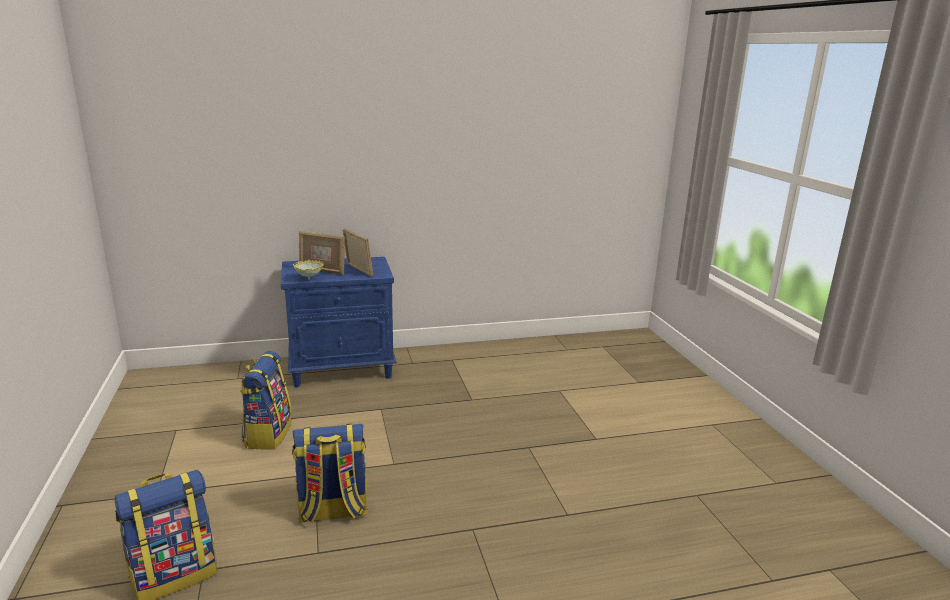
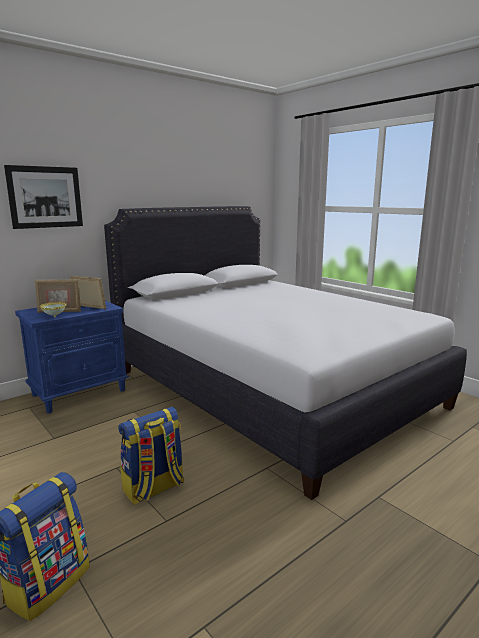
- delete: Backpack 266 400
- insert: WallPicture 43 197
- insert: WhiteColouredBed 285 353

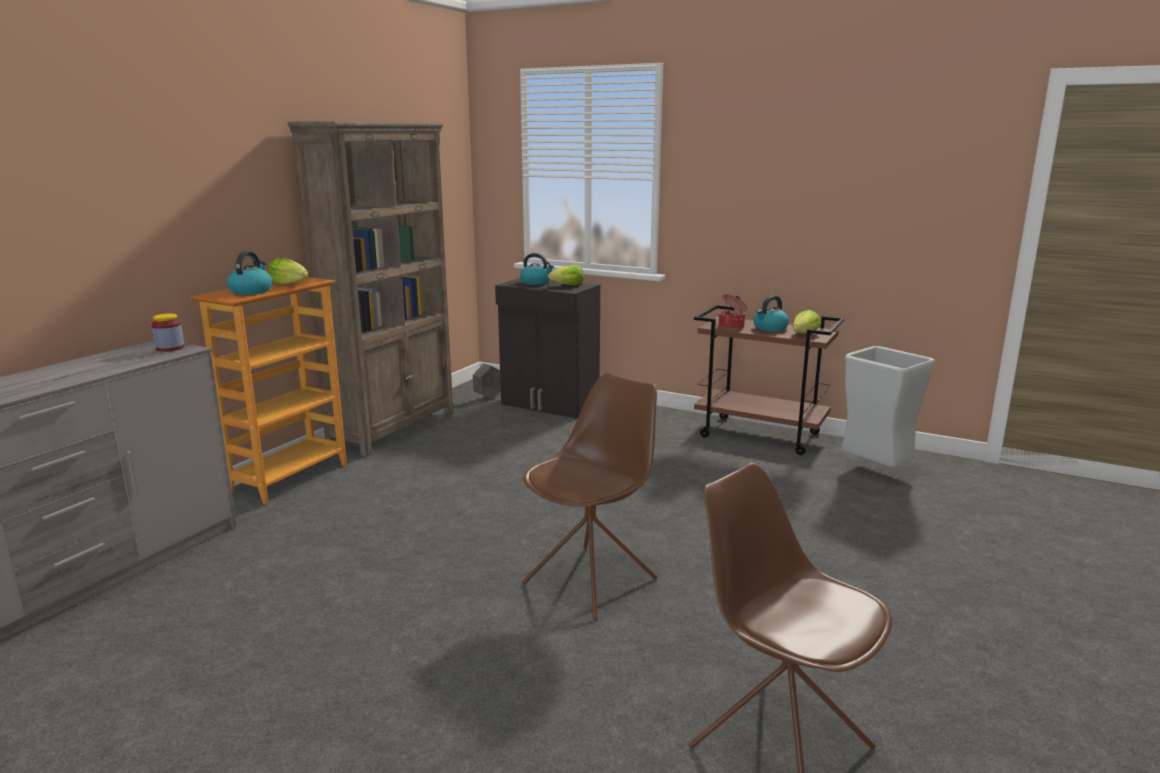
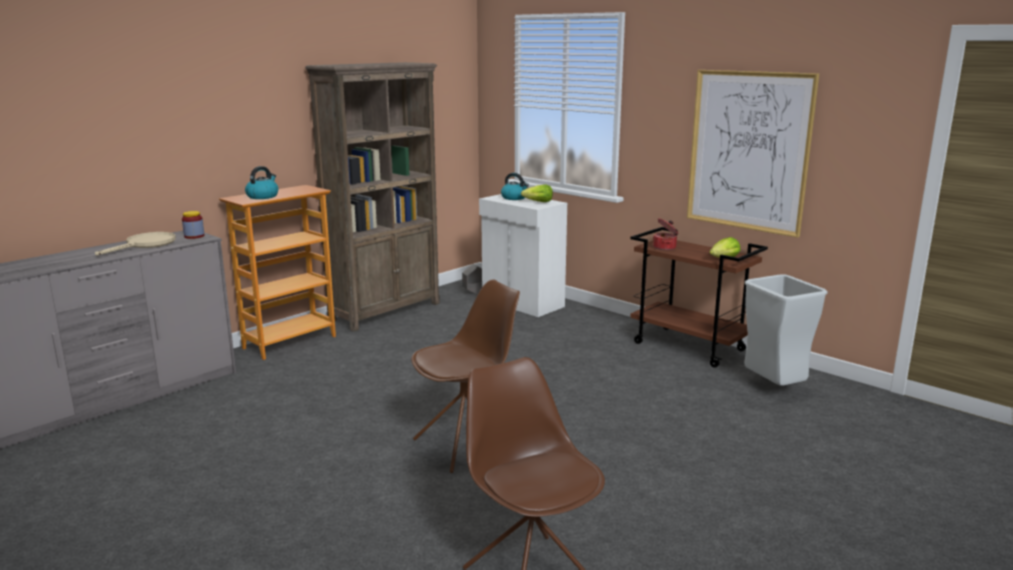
- delete: LettuceHead 288 271
- delete: Kettle 771 313
- insert: BeigePan 135 243
- insert: WallPicture 753 154
- recolor: BlackColouredCupboard 547 348 to WhiteColouredCupboard 523 255

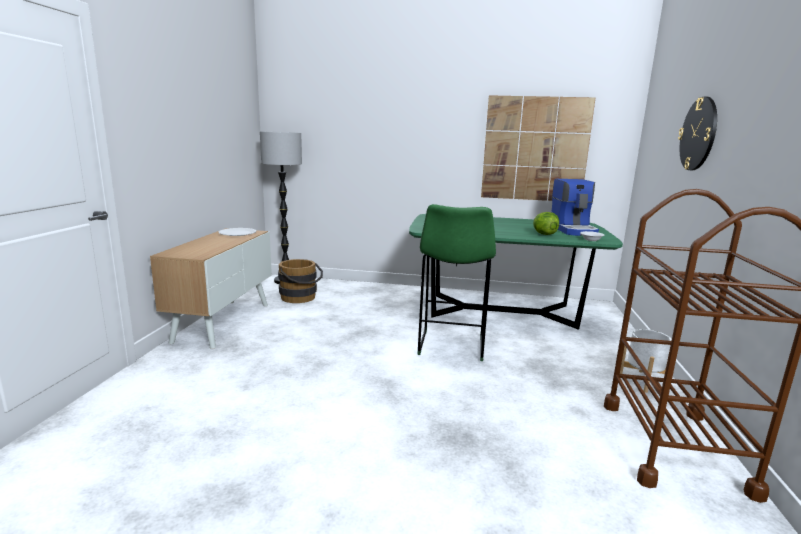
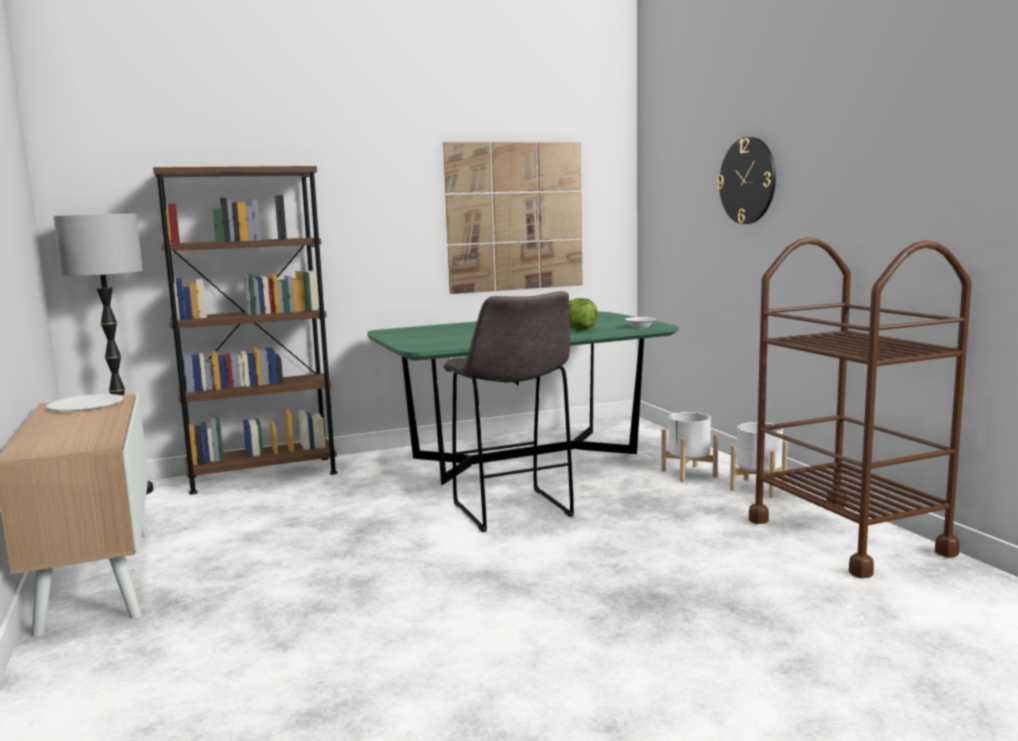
- delete: BrownishBucket 300 281
- delete: CoffeeMaker 575 207
- insert: BrownishBookcase 245 330
- insert: WhiteColouredPlantPot 689 447
- recolor: GreenishSittingStool 456 282 to GreyishSittingStool 508 411

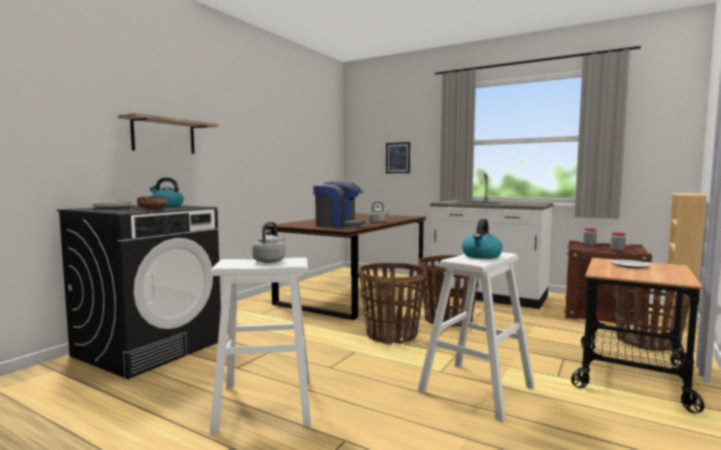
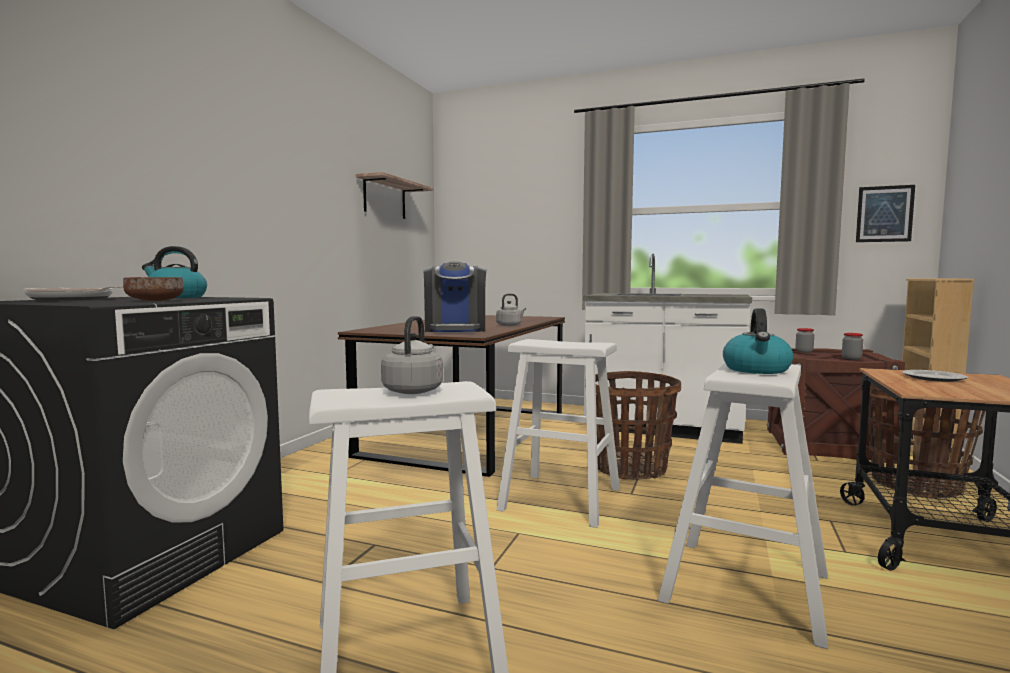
- move: BracketShelf 168 133 to 394 195
- move: WallPicture 398 157 to 885 213
- replace: StorageBasket 392 303 to WhiteColouredSittingStool 558 433
- rotate: CoffeeMaker 339 204 = 455 296 75 degrees clockwise

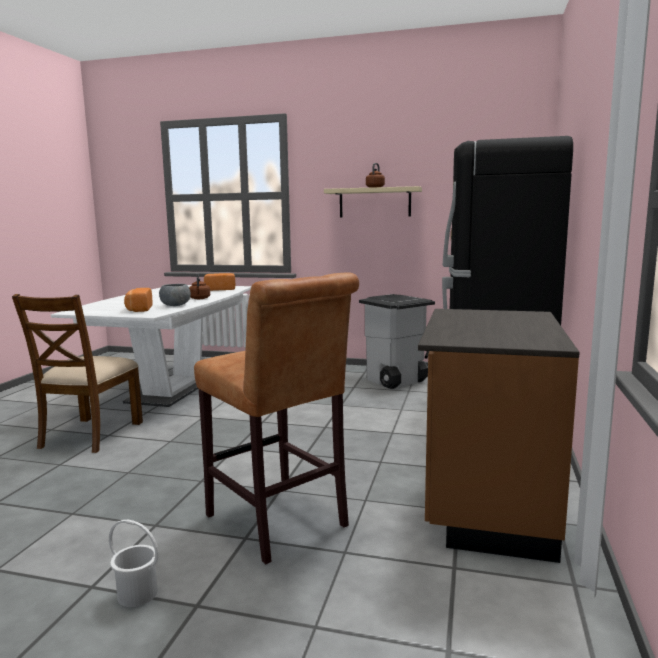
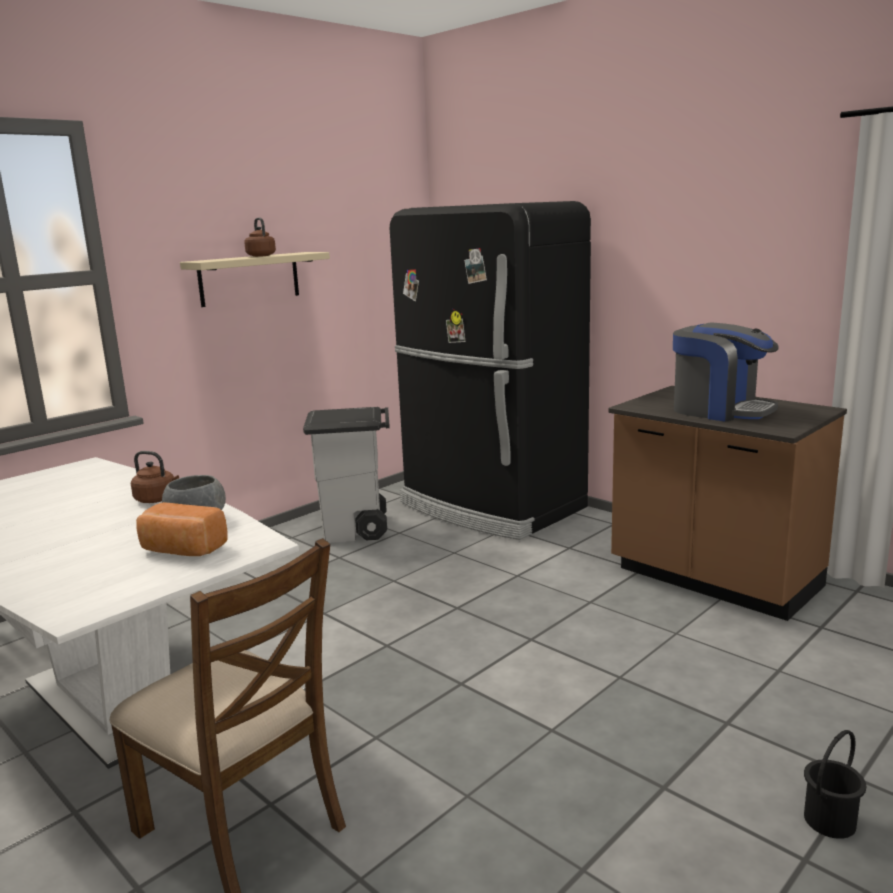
- delete: BrownishSittingStool 276 418
- delete: BakeryBread 219 282
- insert: CoffeeMaker 726 372
- recolor: WhiteColouredBucket 134 563 to BlackColouredBucket 835 784

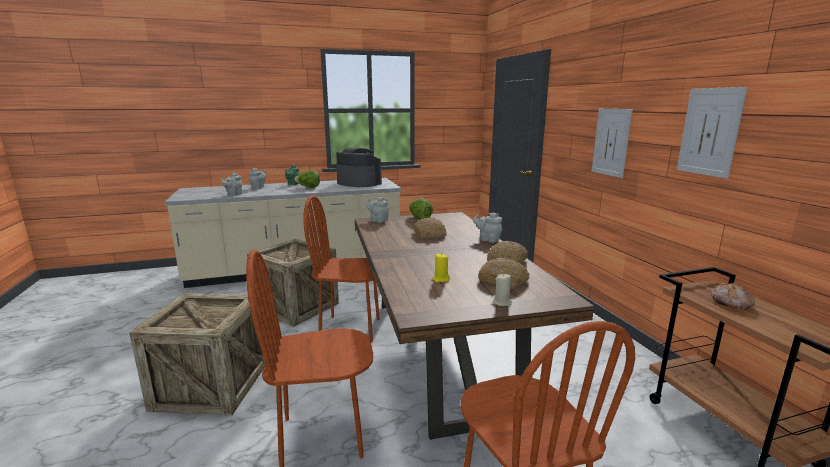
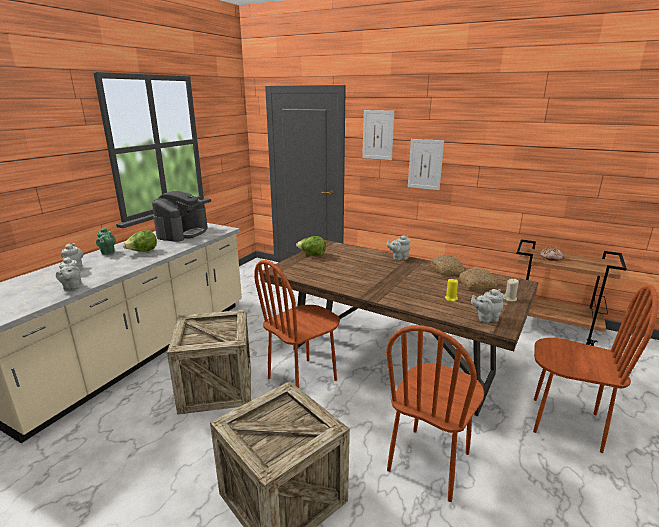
- delete: BakeryBread 430 228
- move: GreyishTeaPot 377 210 to 487 306
- move: WallPicture 712 132 to 378 135
- rotate: CoffeeMaker 359 167 = 180 216 120 degrees clockwise

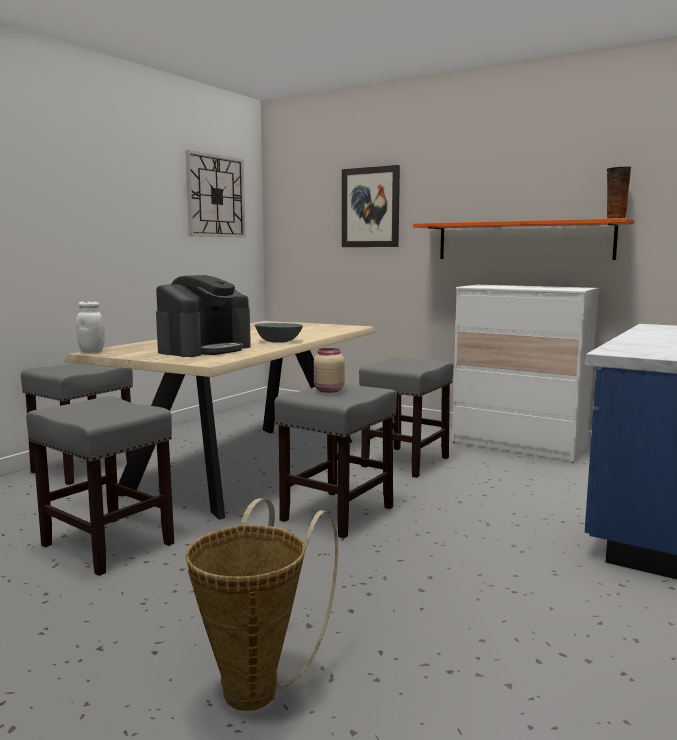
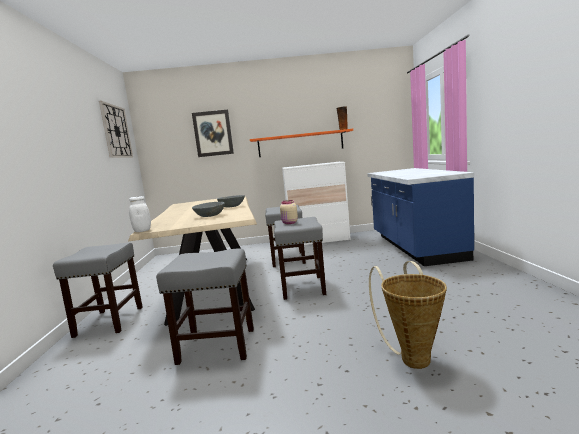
- replace: CoffeeMaker 203 316 to GreyishServingBowl 208 209

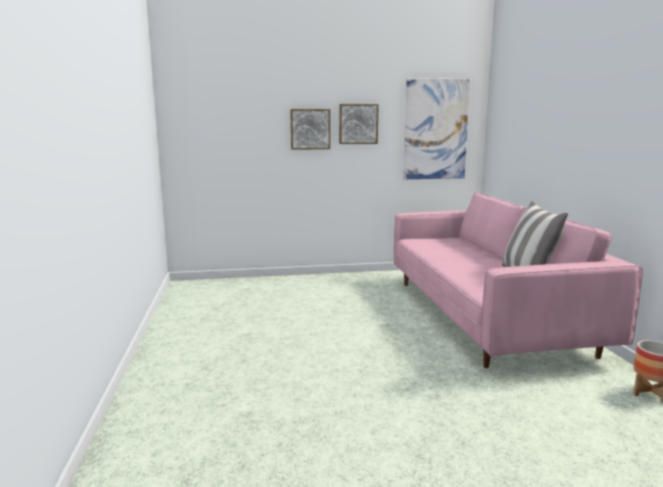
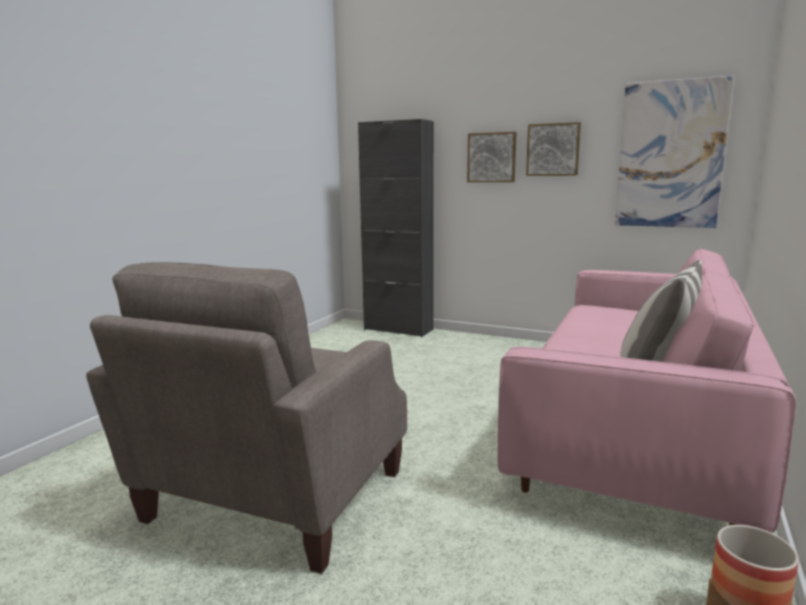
- insert: BeigeEasyChair 246 418
- insert: BlackColouredCupboard 396 228

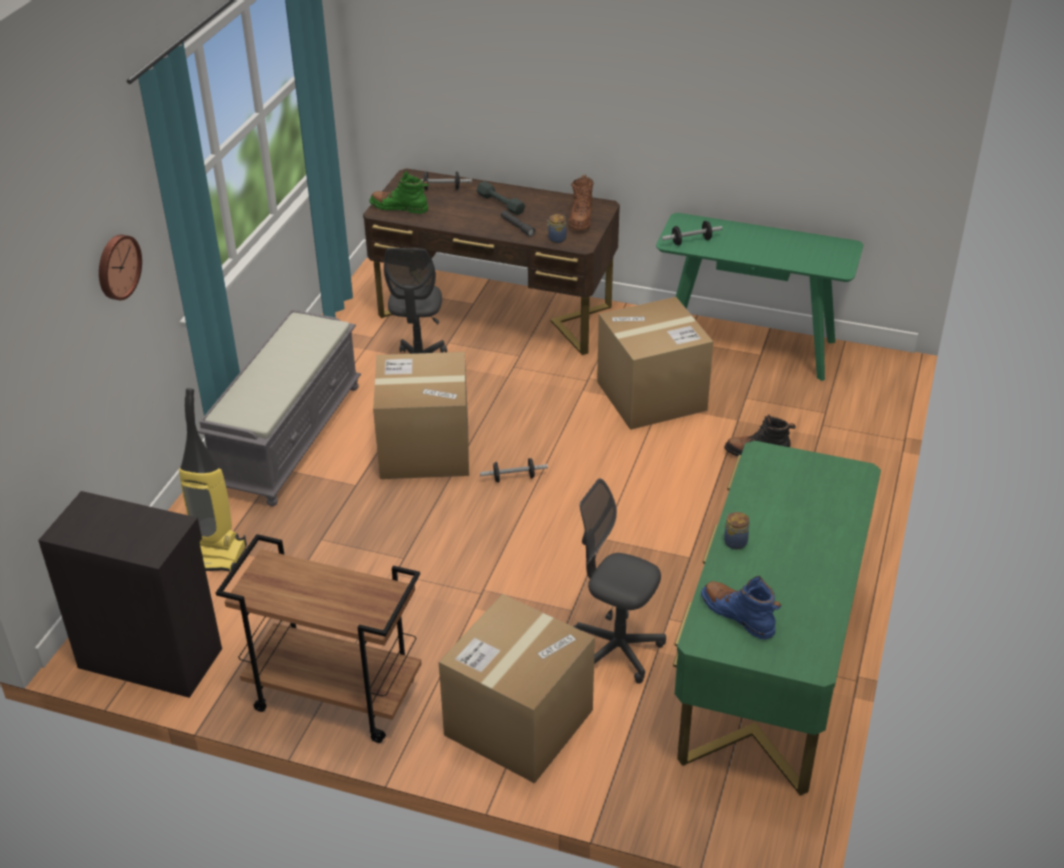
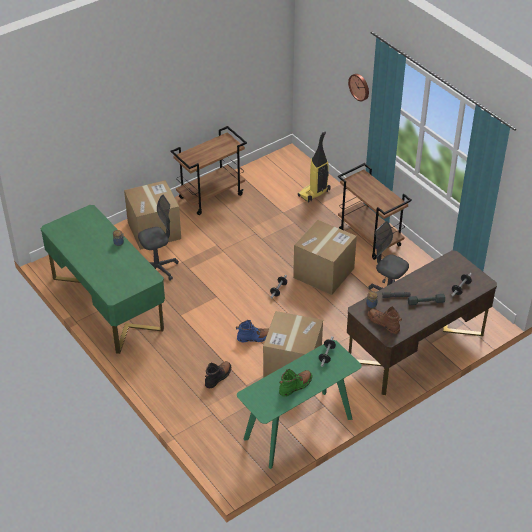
- delete: BlackColouredCupboard 130 594
- move: GreenishBoot 399 192 to 295 383
- move: BluishBoot 741 608 to 252 331
- replace: GreyishBench 279 407 to BrownishTrolley 375 211

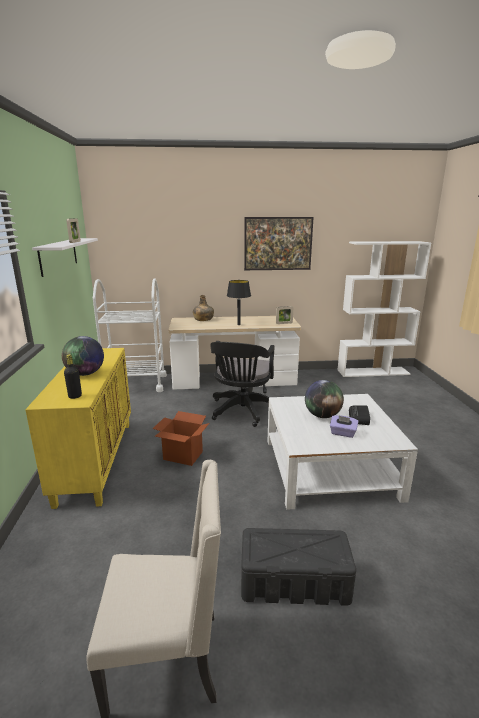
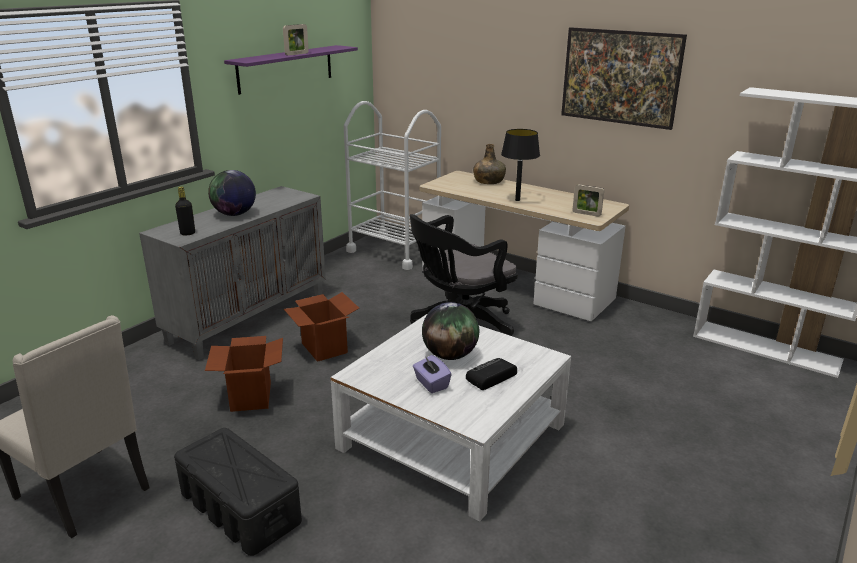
- insert: PackingBox 244 374
- recolor: YellowColouredCupboard 78 428 to GreyishCupboard 232 273
- recolor: WhiteColouredBracketShelf 65 257 to PurpleBracketShelf 291 70

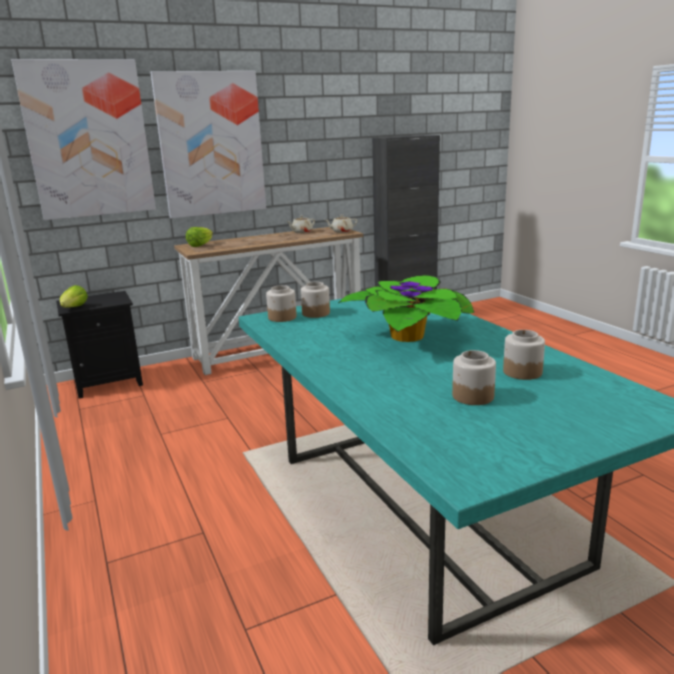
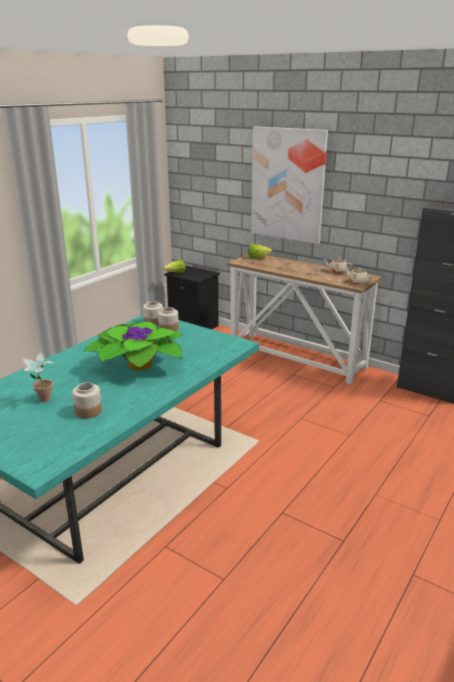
- delete: WallPicture 83 139
- replace: PreserveJar 474 377 to PottedPlant 38 376

